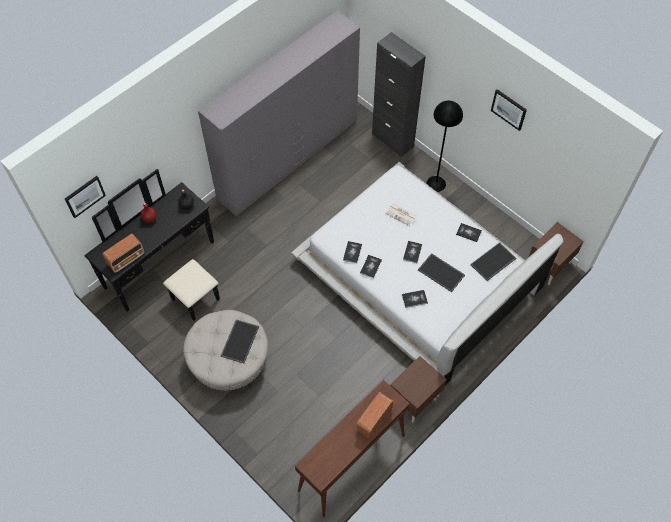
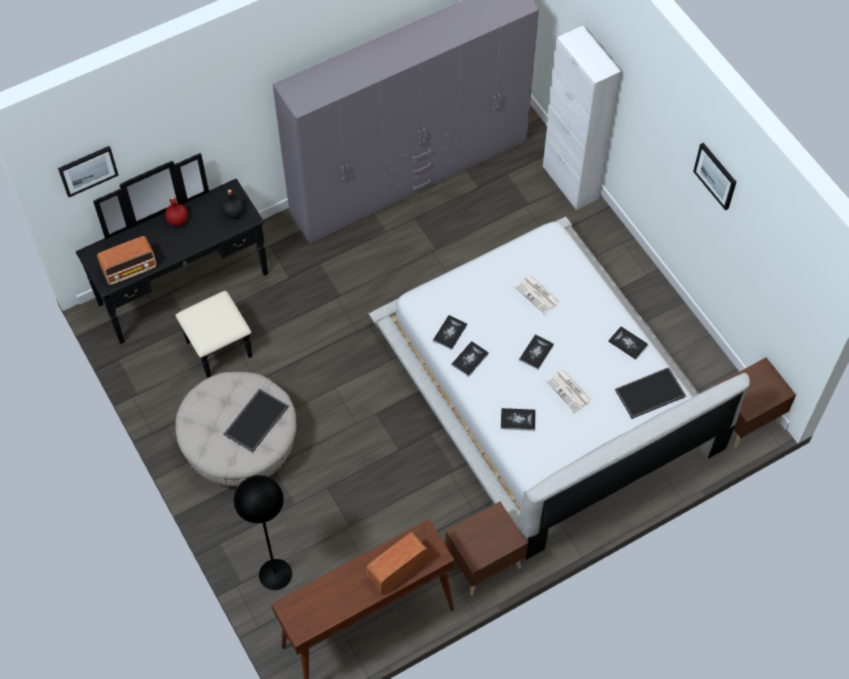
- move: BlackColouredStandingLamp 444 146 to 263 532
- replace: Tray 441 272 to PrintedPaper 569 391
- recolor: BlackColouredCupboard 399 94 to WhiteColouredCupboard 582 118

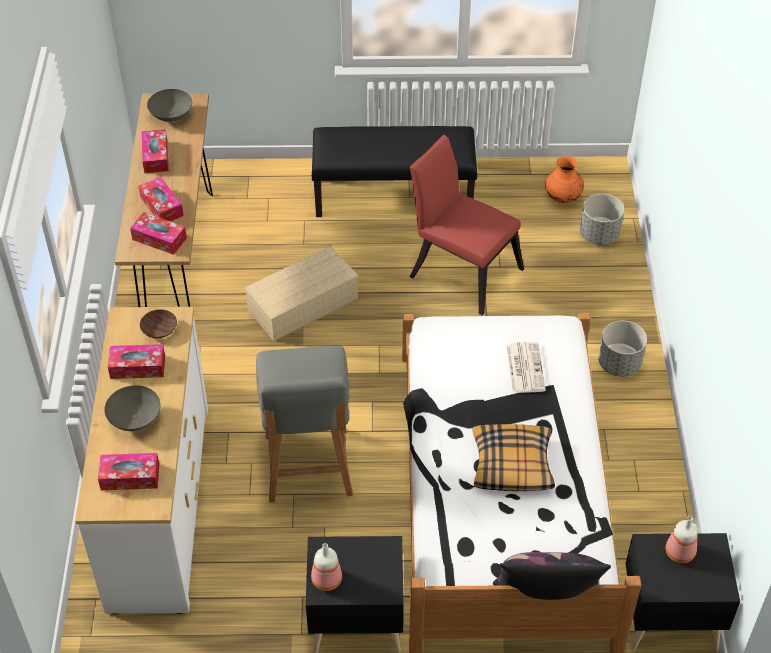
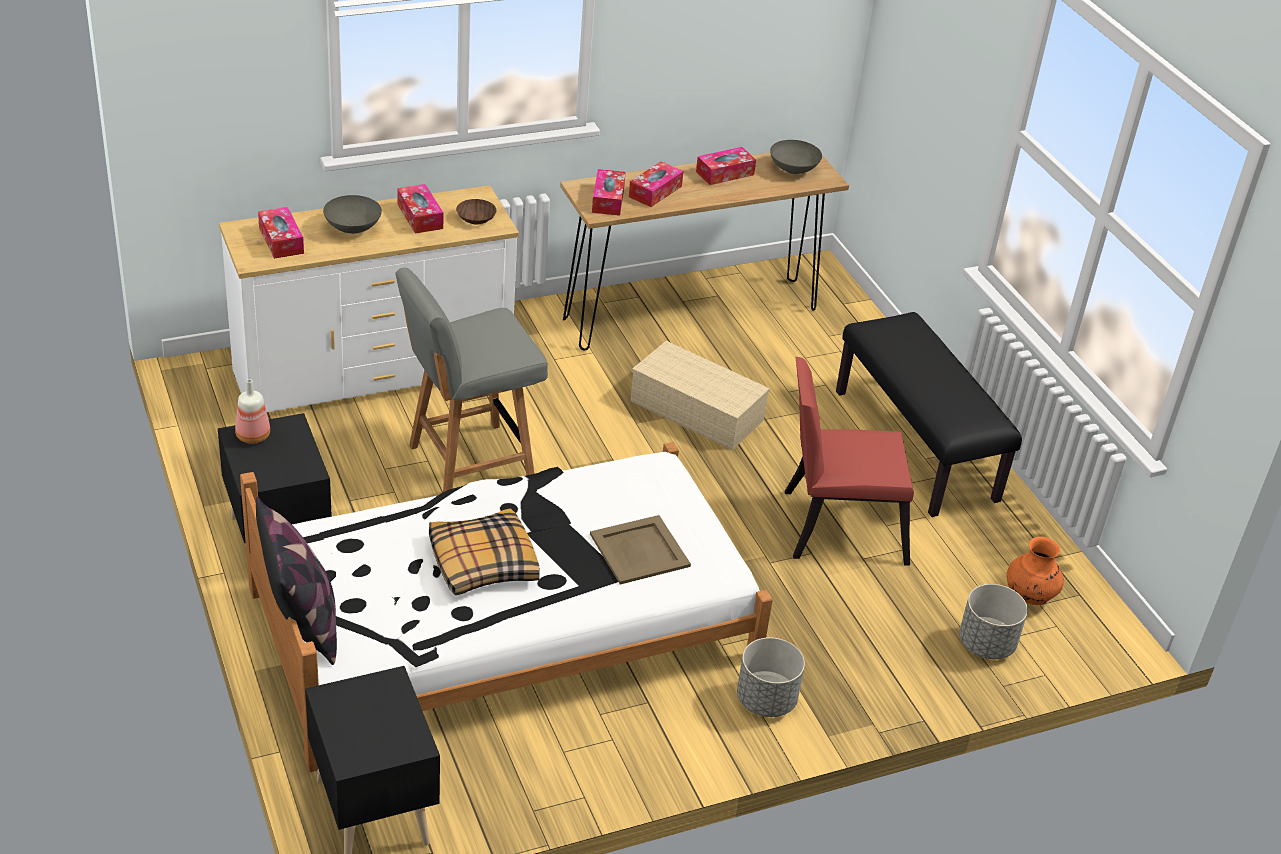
- delete: Bottle 682 539
- replace: PrintedPaper 526 367 to BeigeTray 640 549
- rotate: RedChair 466 225 = 849 461 105 degrees counterclockwise

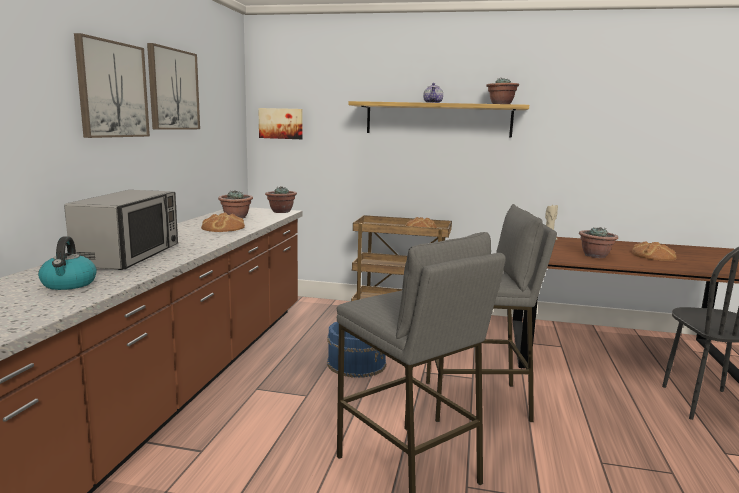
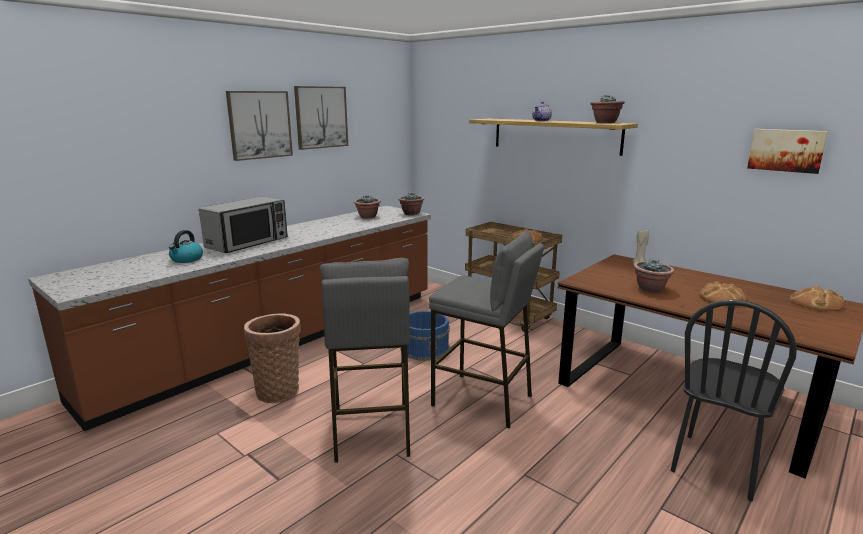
- insert: StorageBasket 272 358
- move: BakeryBread 223 222 to 817 298
- move: WallPicture 280 123 to 787 151

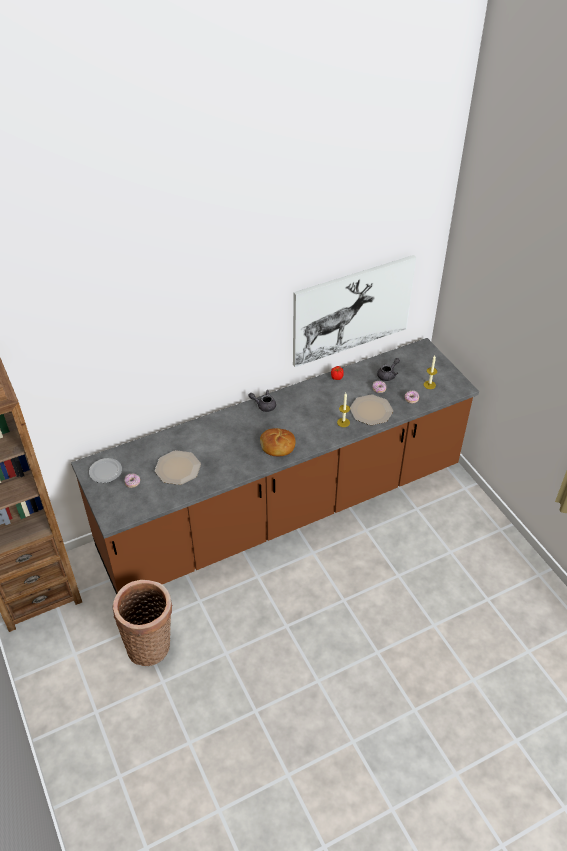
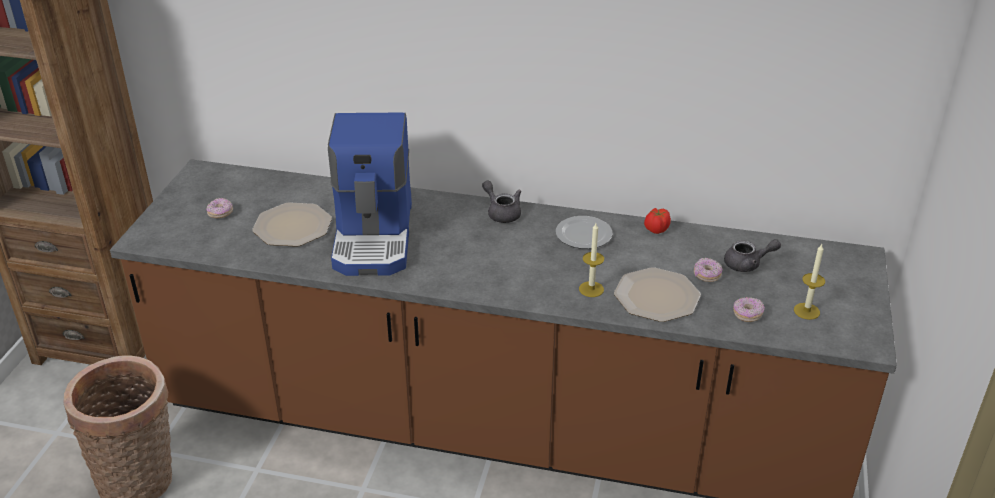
- delete: BakeryBread 278 442
- delete: WallPicture 354 311
- insert: CoffeeMaker 370 194
- move: Plate 105 470 to 584 232

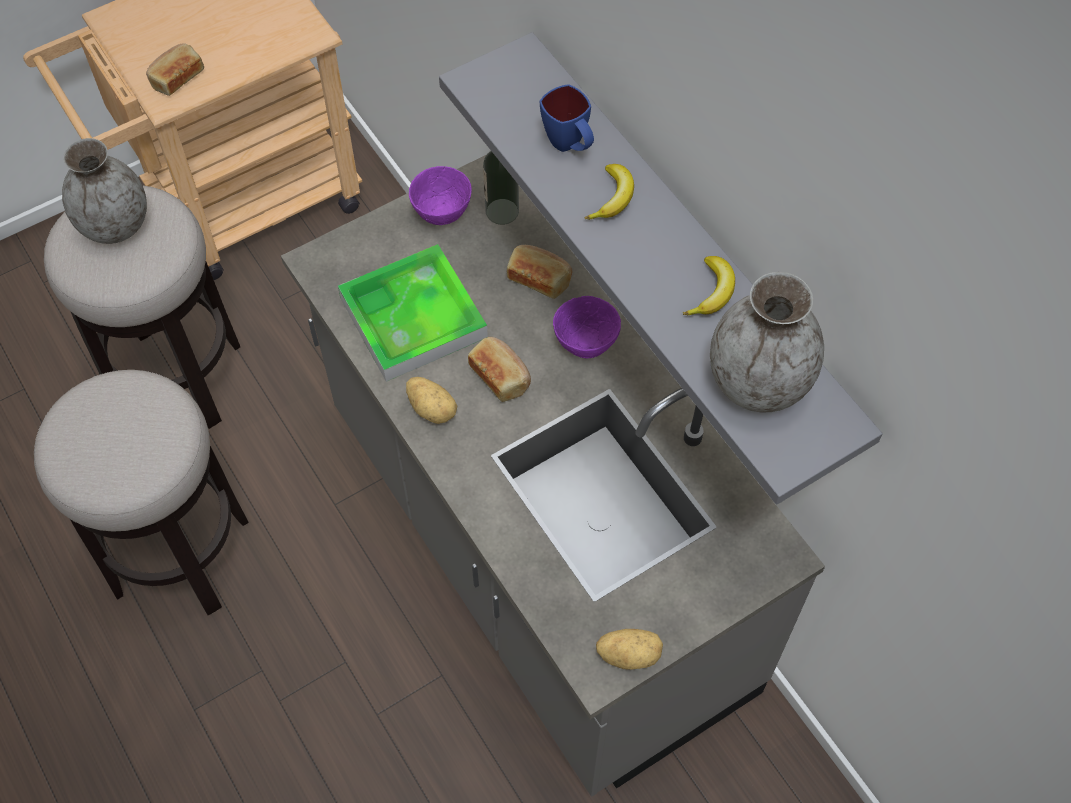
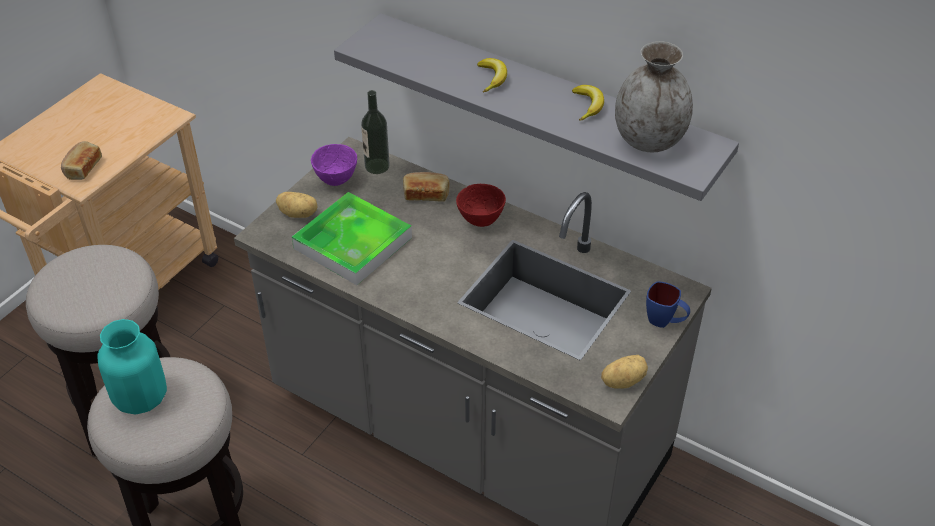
- delete: GreyishFlowerVase 104 191
- delete: BakeryBread 499 369
- insert: BlueGreenFlowerVase 132 366
- move: Spud 432 400 to 297 205
- move: BluishCoffeeMug 567 118 to 668 304
- recolor: PurpleServingBowl 587 327 to RedServingBowl 481 205

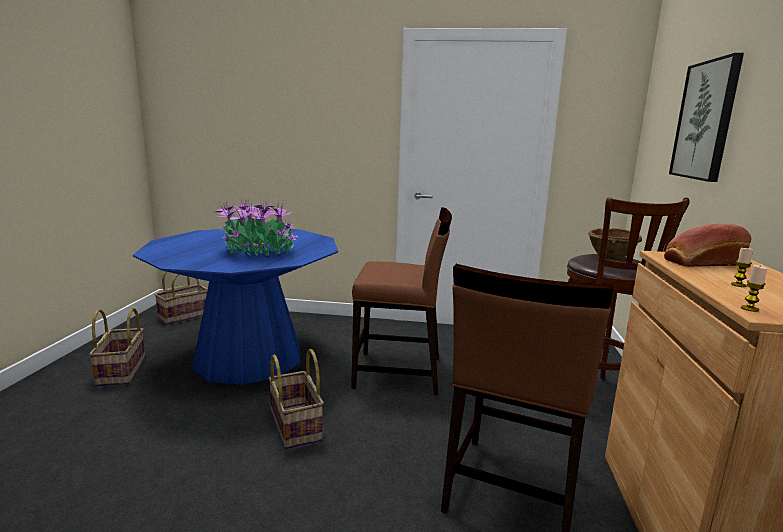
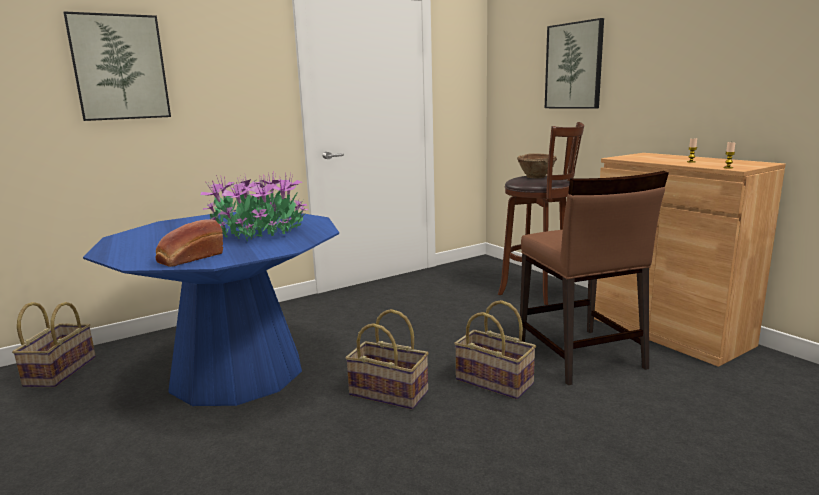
- delete: BrownishChair 401 301
- insert: WallPicture 117 66
- move: StorageBasket 117 347 to 495 349
- move: BakeryBread 707 245 to 189 243

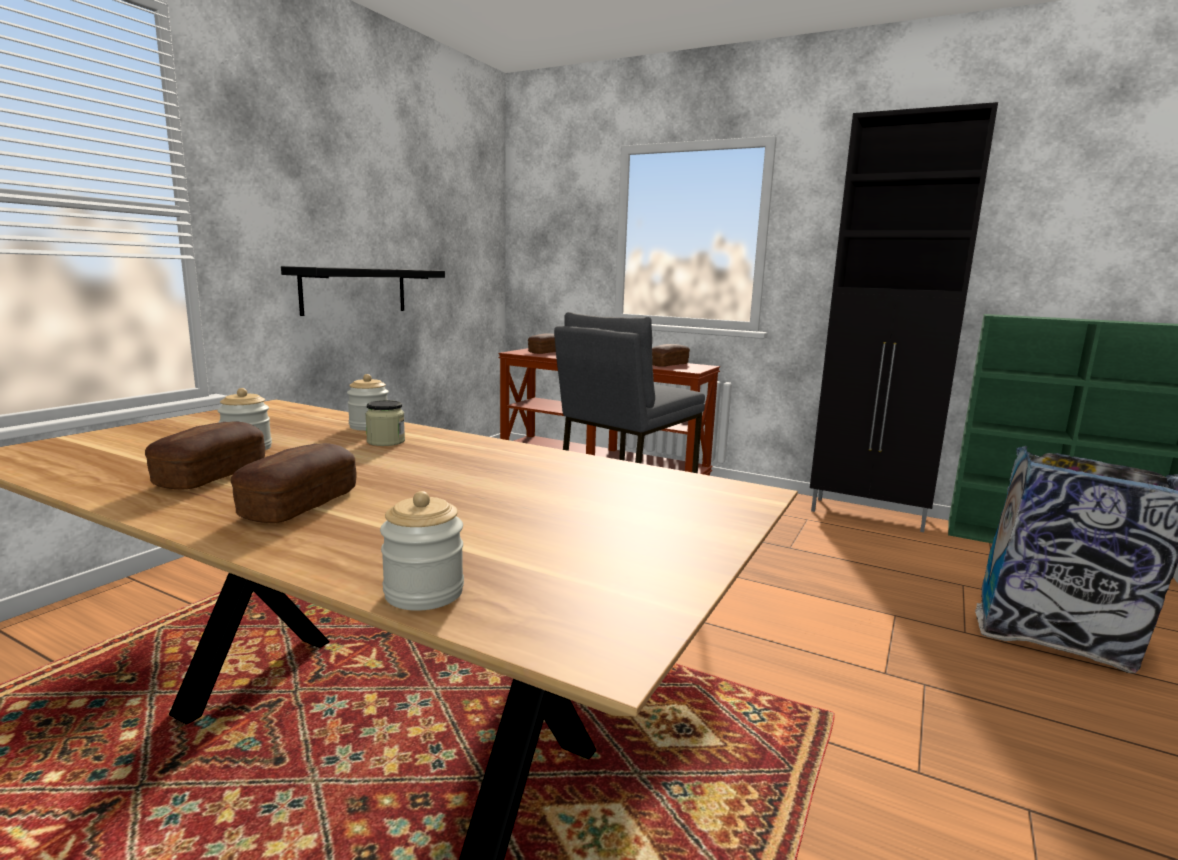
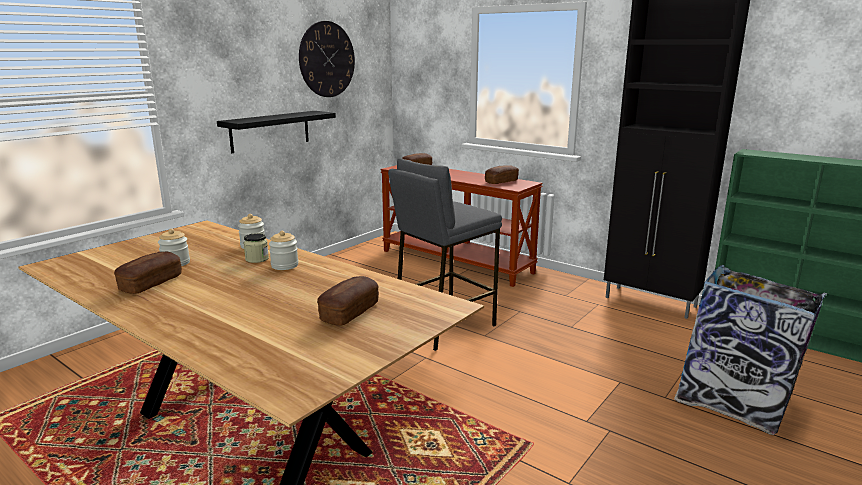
- insert: ClockOnTheWall 327 59
- move: BakeryBread 294 483 to 348 301
- move: PreserveJar 422 551 to 283 250

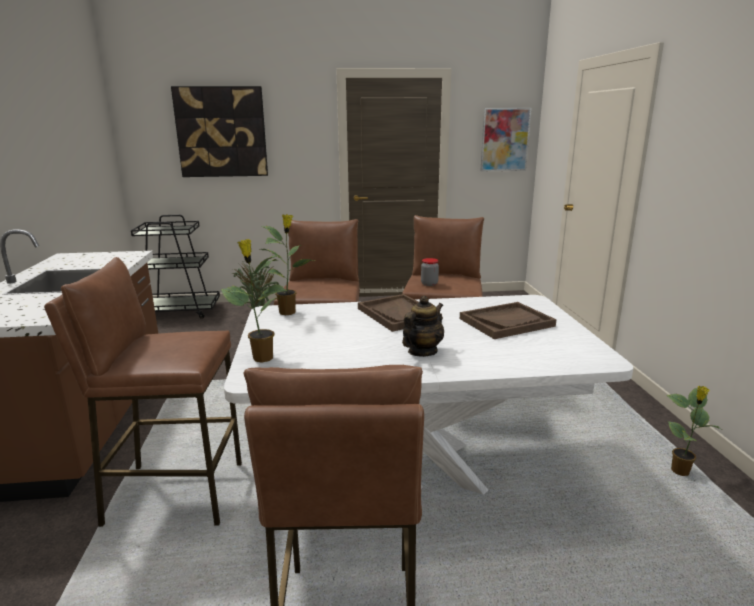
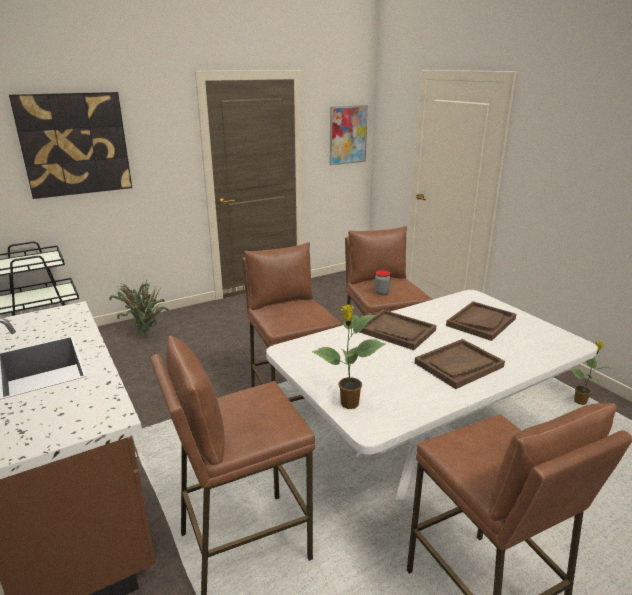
- delete: PottedPlant 287 264
- replace: TeaPot 423 326 to BrownishTray 460 364

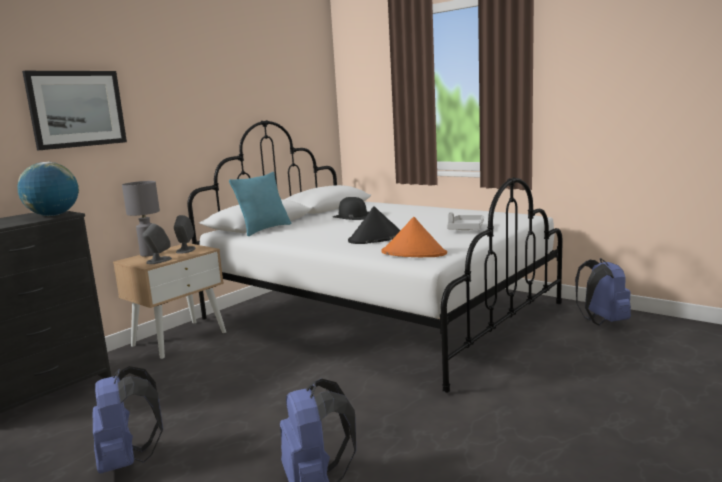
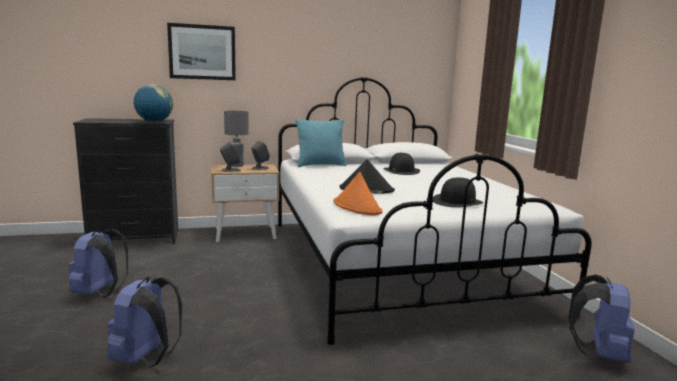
- replace: GreyishTray 465 221 to BlackColouredWearableHat 458 192

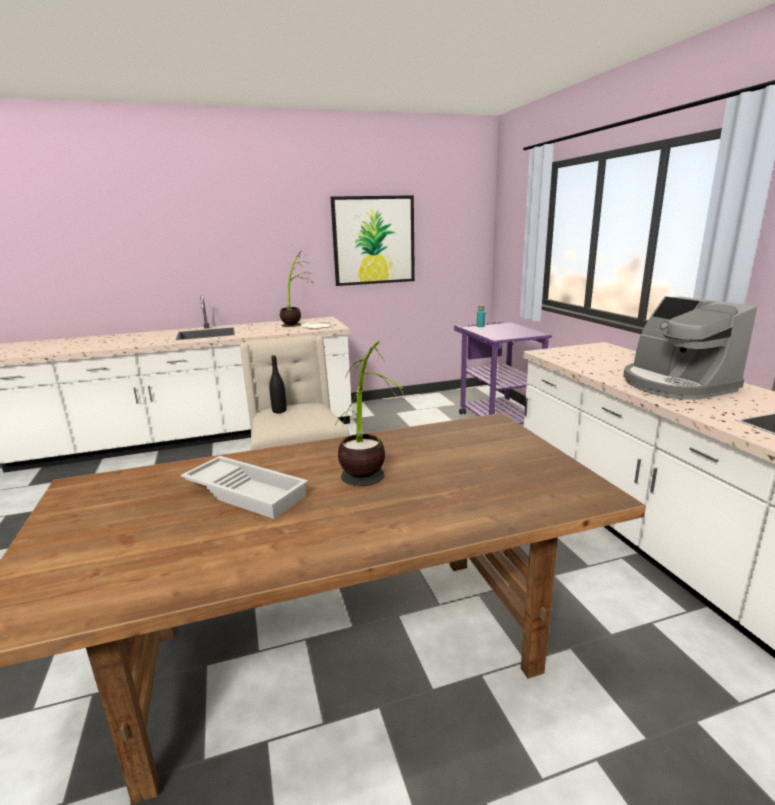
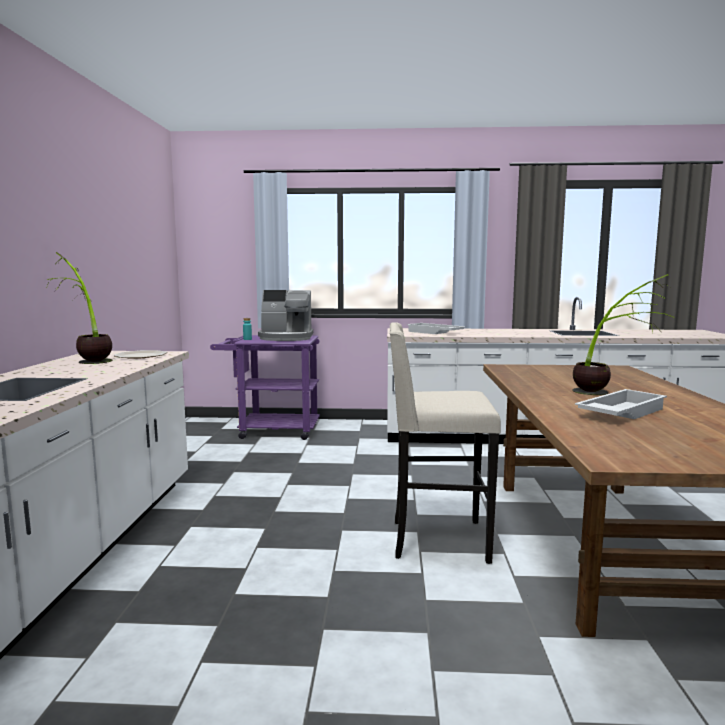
- delete: BlackColouredBottle 278 384
- delete: WallPicture 372 240
- insert: WhiteColouredTray 436 328
- move: CoffeeMaker 690 348 to 285 315

